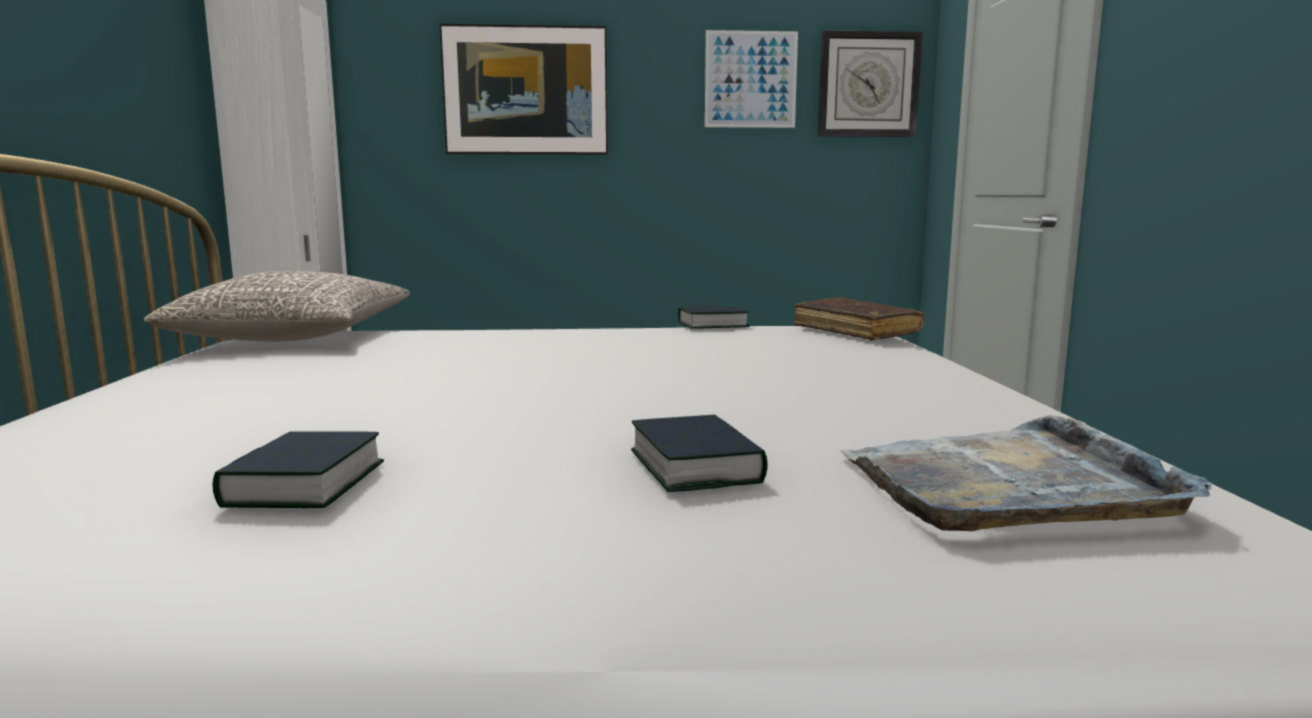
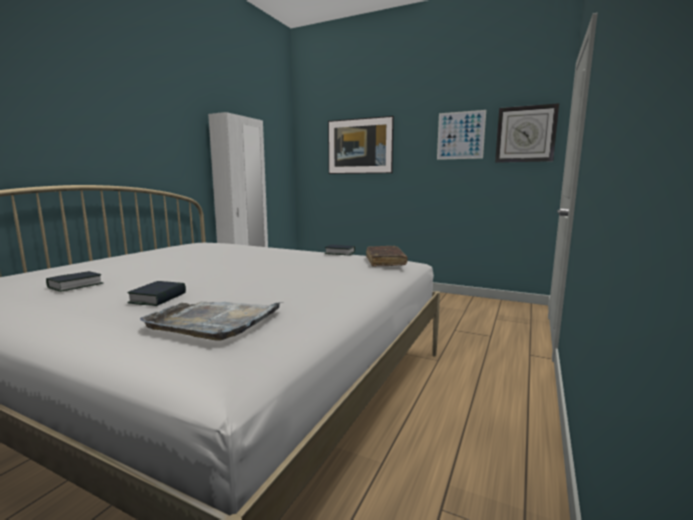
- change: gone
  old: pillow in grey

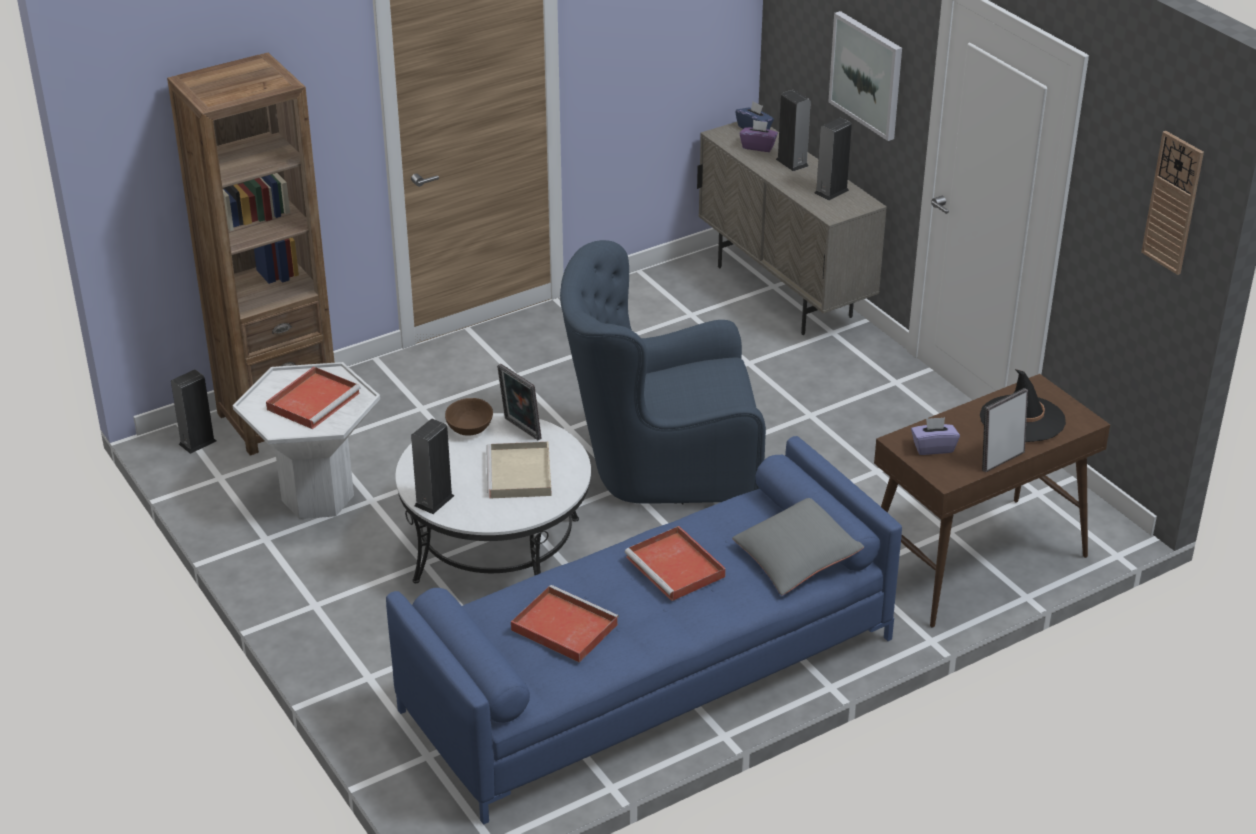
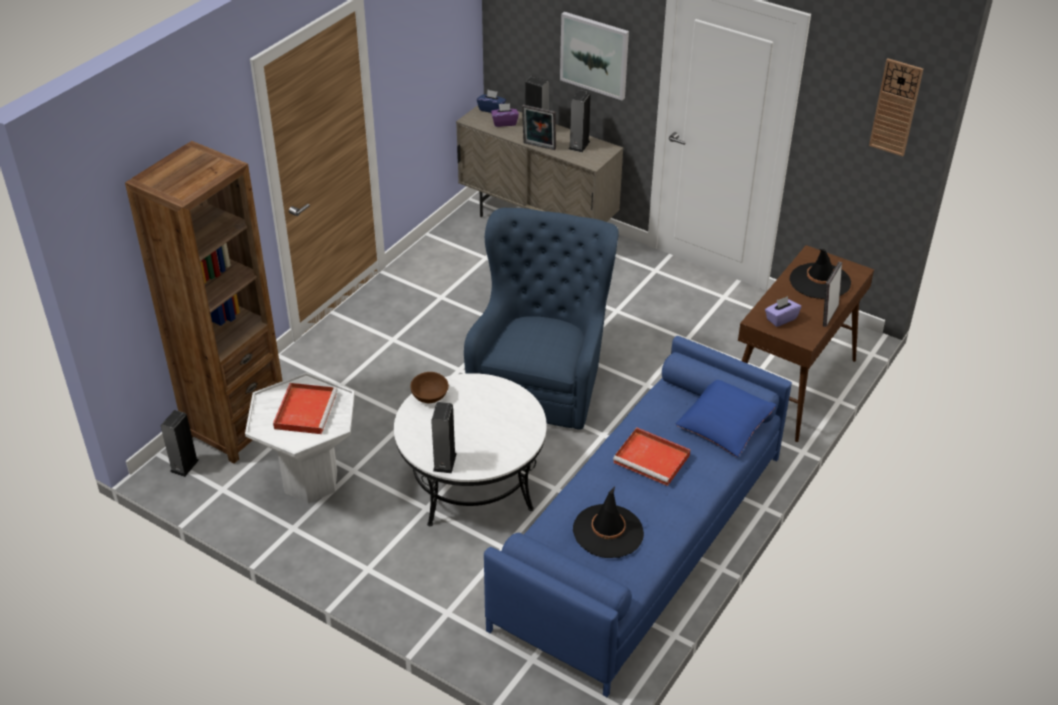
- change: rotated
  old: armchair in blue
  degrees: 135
- change: shifted
  old: picture frame (no. 1 from left)
- change: swapped
  old: tray in red (no. 2 from left)
  new: hat in black (no. 1 from left)
- change: repainted
  old: pillow in grey
  new: pillow in blue
- change: gone
  old: tray in beige

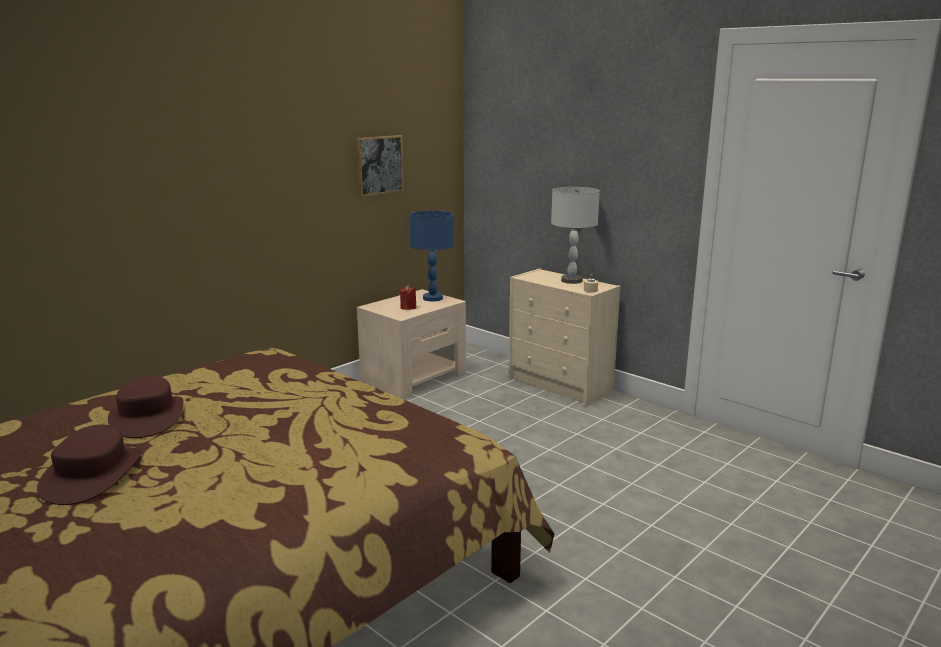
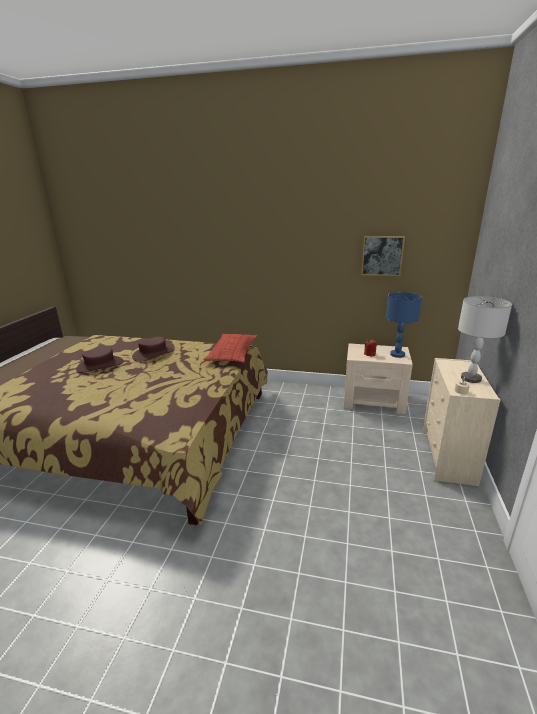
- change: new
  new: pillow

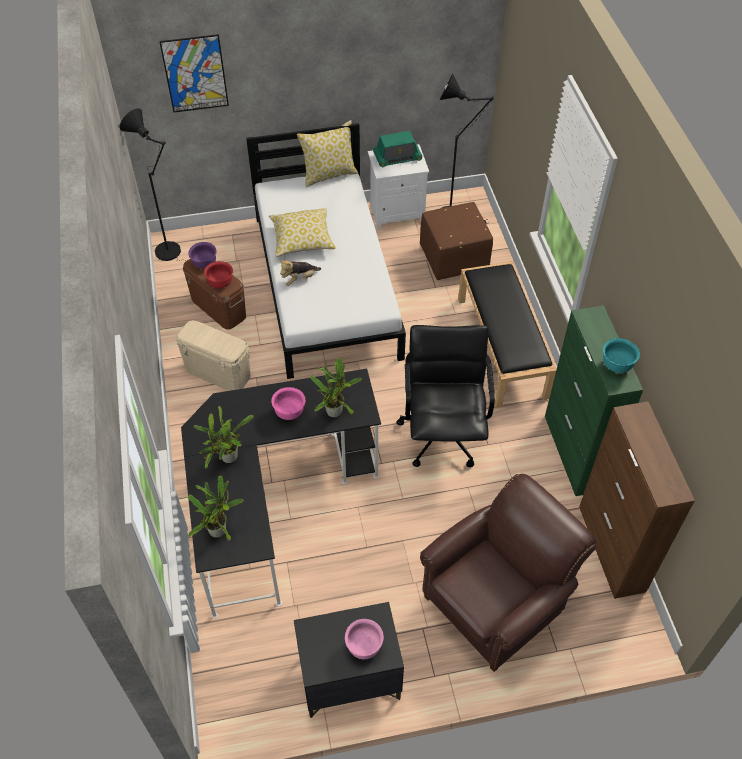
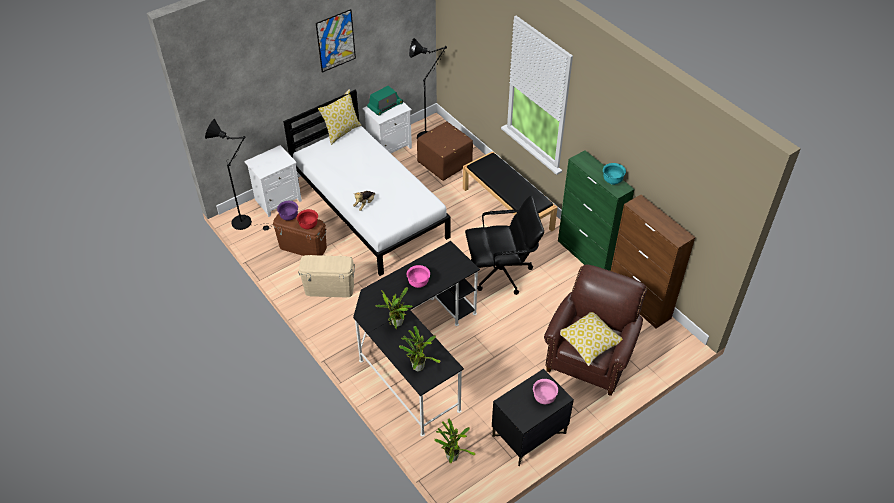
- change: new
  new: nightstand in white (no. 1 from left)
- change: shifted
  old: picture
- change: shifted
  old: potted plant (no. 3 from left)
- change: rotated
  old: office chair in black
  degrees: 105
- change: shifted
  old: pillow (no. 1 from left in the first image)
  new: pillow (no. 2 from left)

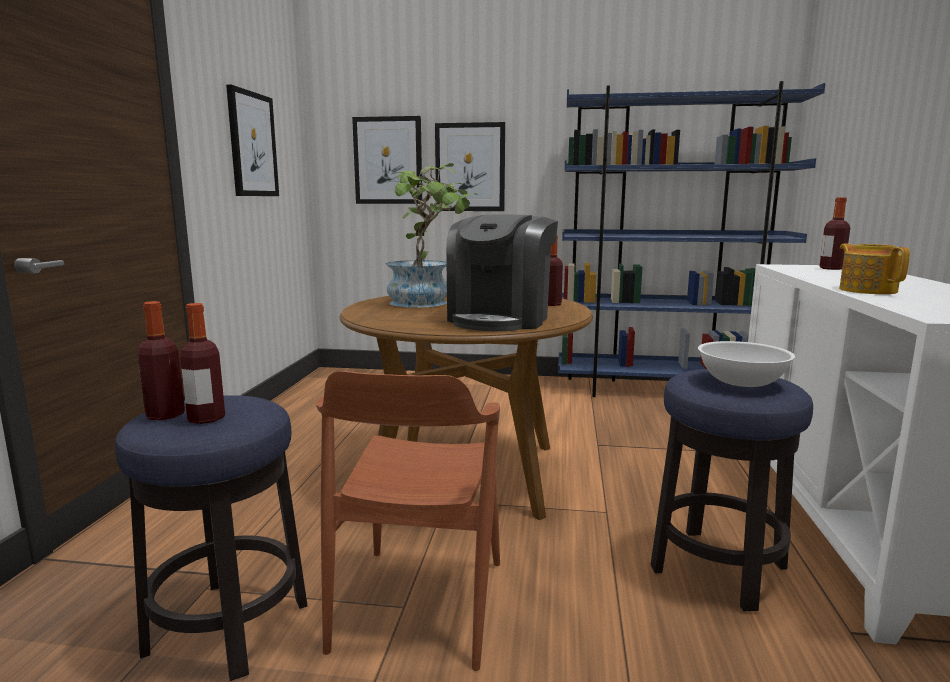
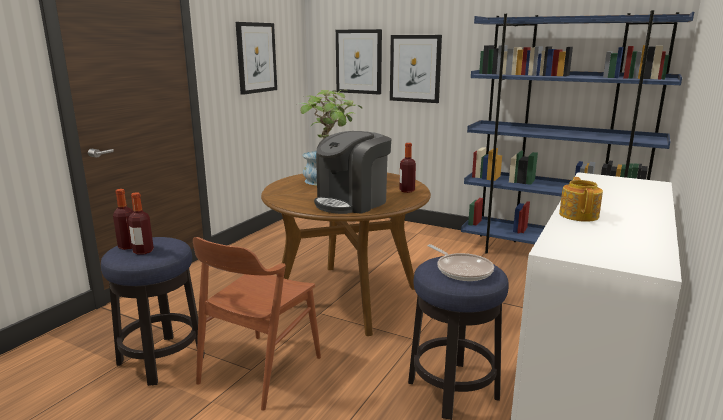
- change: swapped
  old: bowl in white
  new: frying pan
- change: gone
  old: bottle (no. 4 from left)

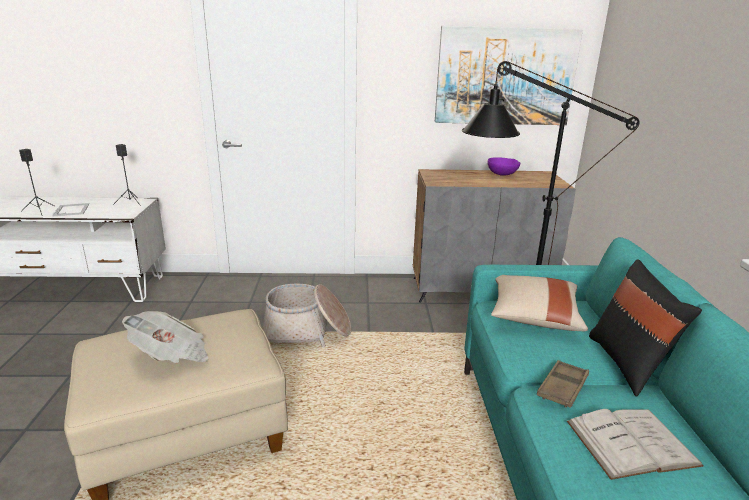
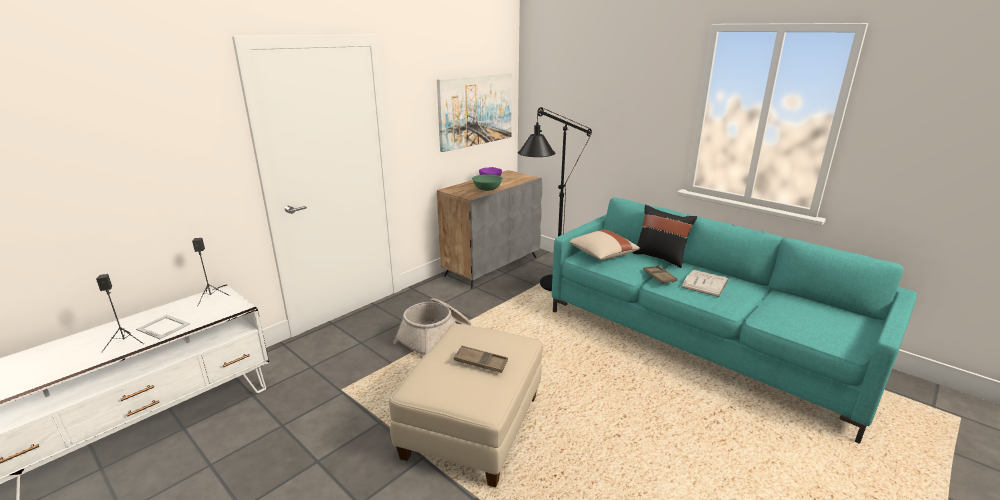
- change: swapped
  old: newspaper
  new: tray in brown (no. 1 from left)
- change: new
  new: bowl in green

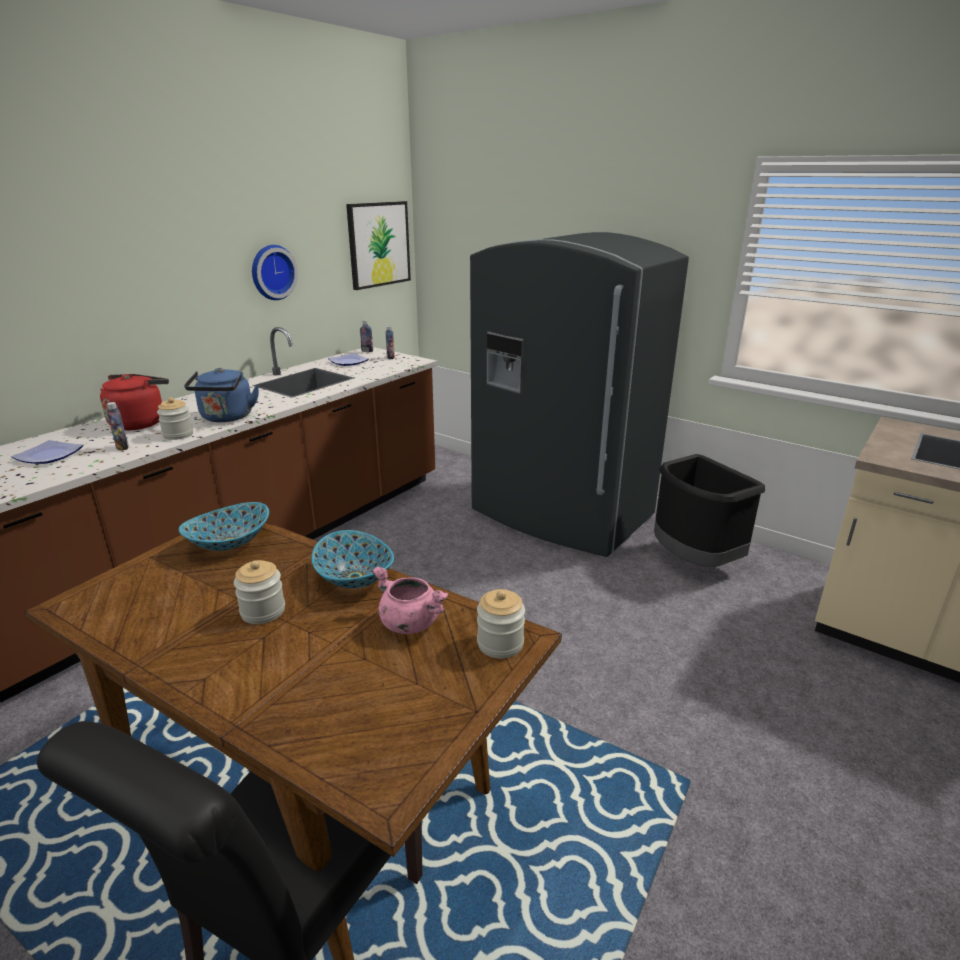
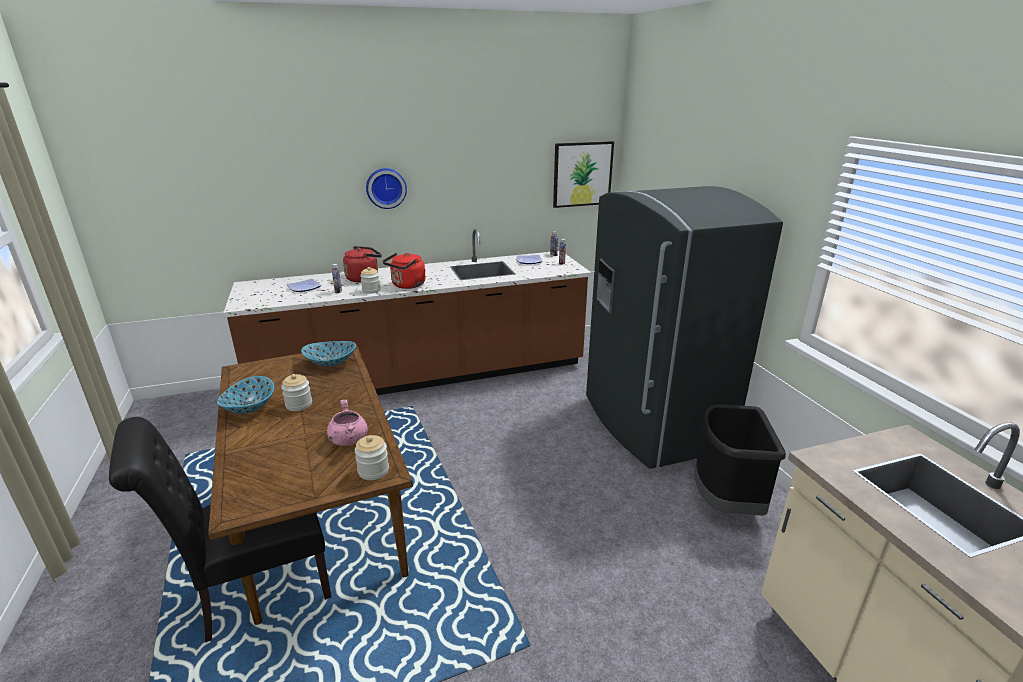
- change: shifted
  old: bowl (no. 2 from left in the first image)
  new: bowl (no. 1 from left)
- change: shifted
  old: wall clock
- change: repainted
  old: kettle in blue
  new: kettle in red (no. 2 from left)

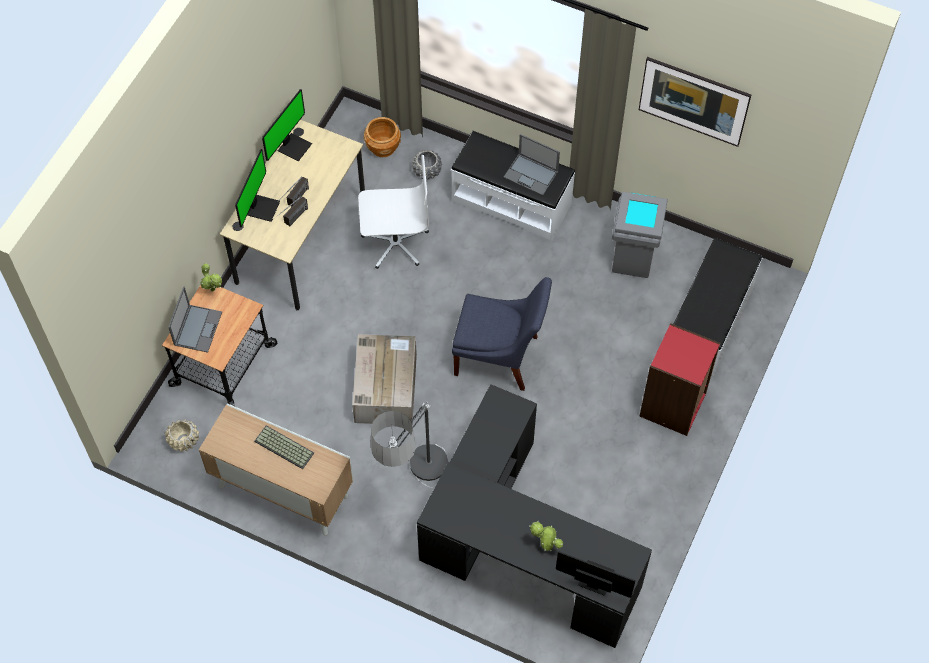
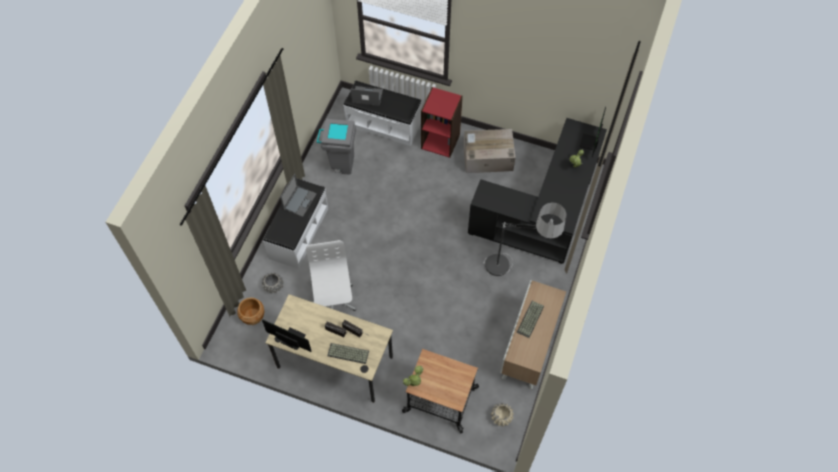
- change: swapped
  old: monitor (no. 1 from left)
  new: keyboard (no. 1 from left)
- change: shifted
  old: laptop (no. 1 from left in the first image)
  new: laptop (no. 2 from left)
- change: shifted
  old: cardboard box
- change: gone
  old: chair in blue
- change: gone
  old: picture

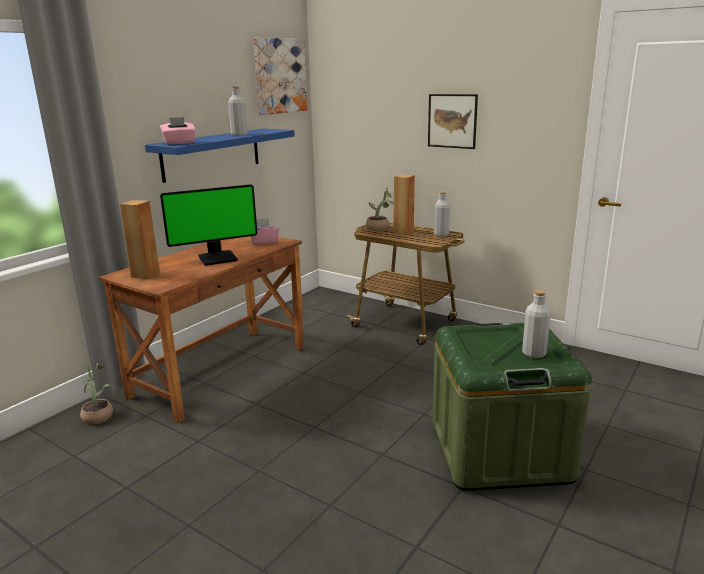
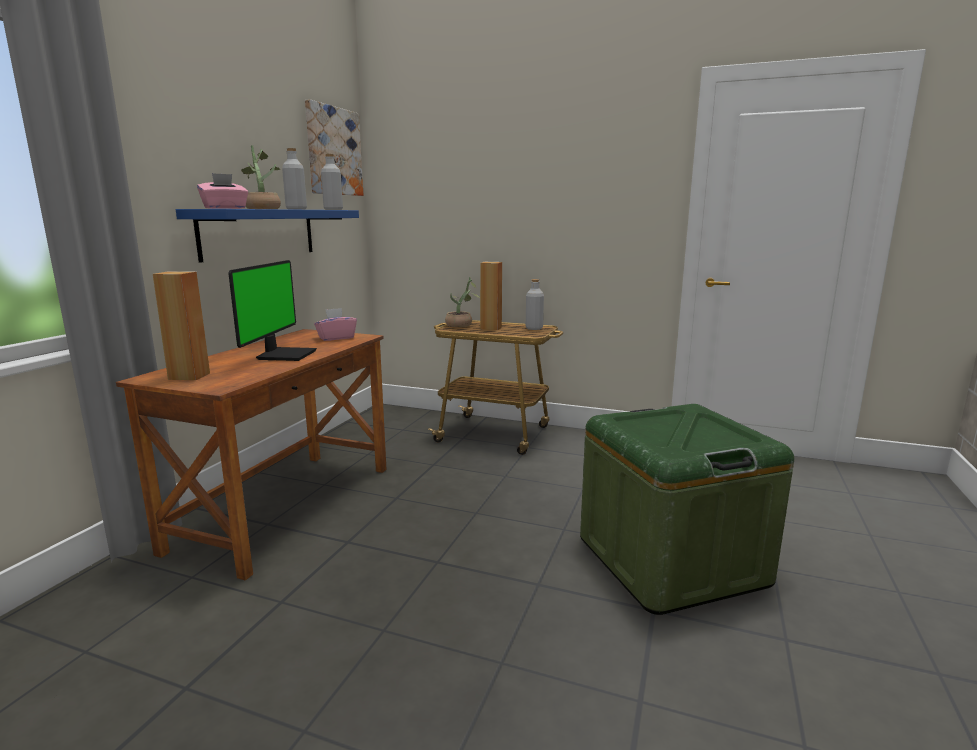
- change: rotated
  old: monitor
  degrees: -45
- change: shifted
  old: potted plant (no. 1 from left)
- change: shifted
  old: bottle in grey (no. 3 from left in the first image)
  new: bottle in grey (no. 2 from left)
- change: gone
  old: picture (no. 2 from left)

